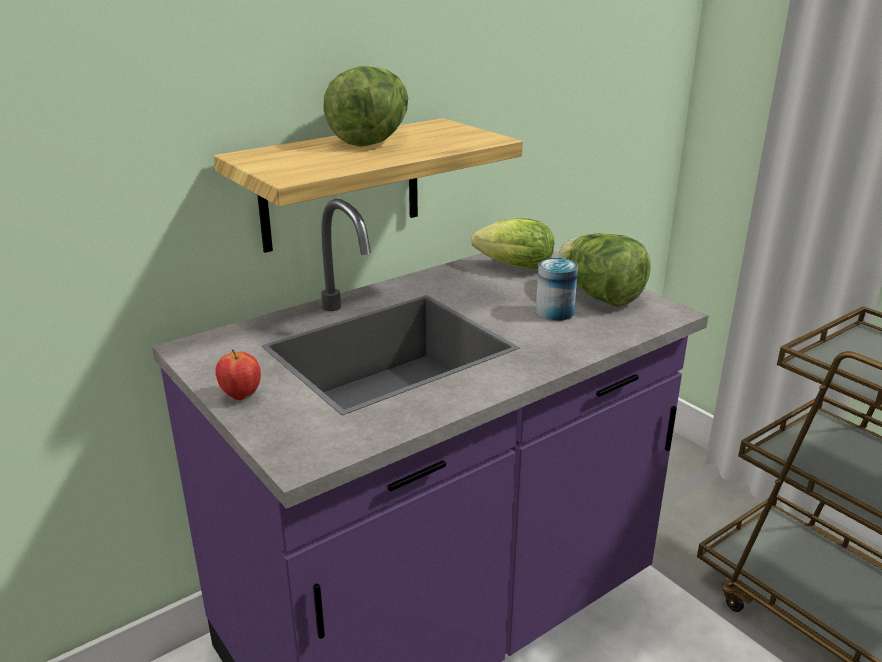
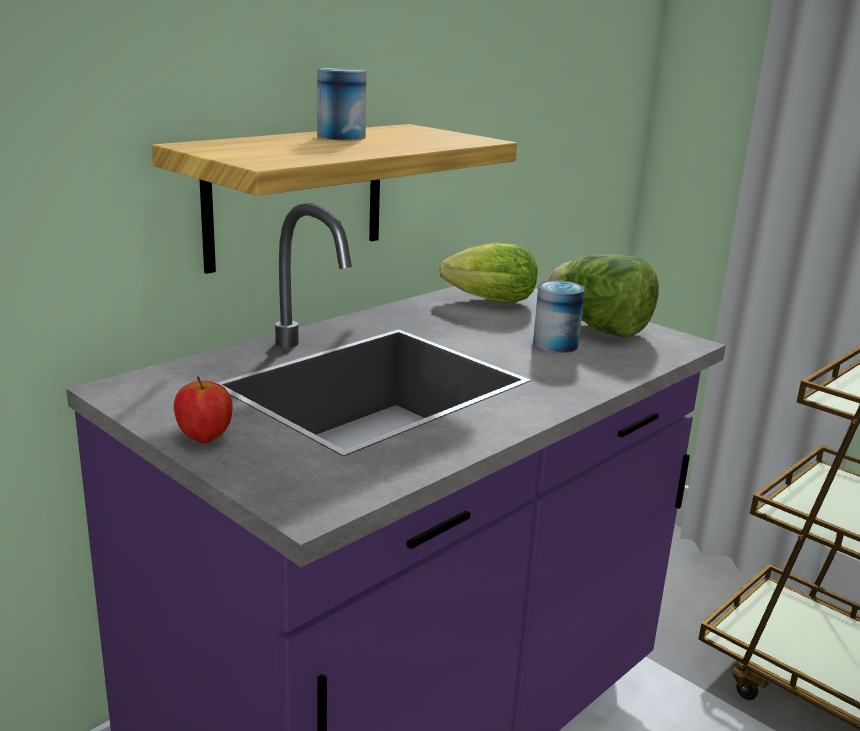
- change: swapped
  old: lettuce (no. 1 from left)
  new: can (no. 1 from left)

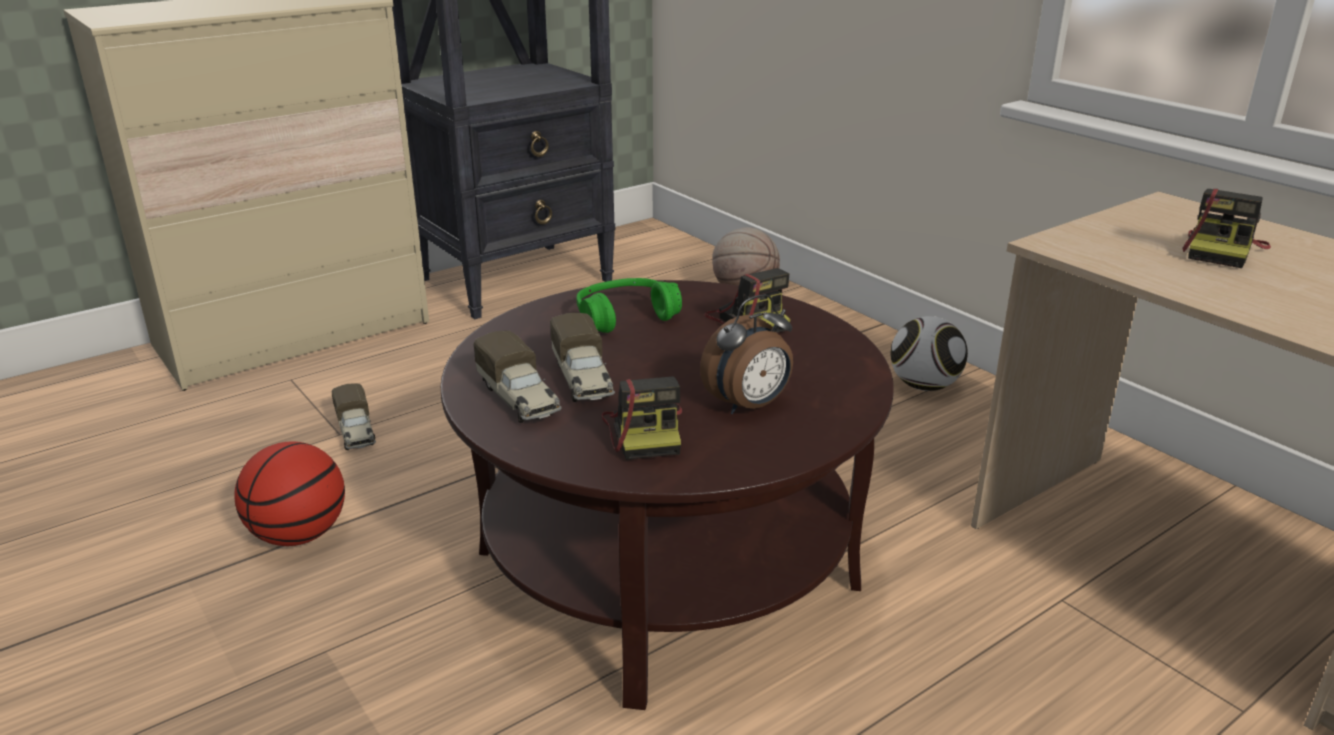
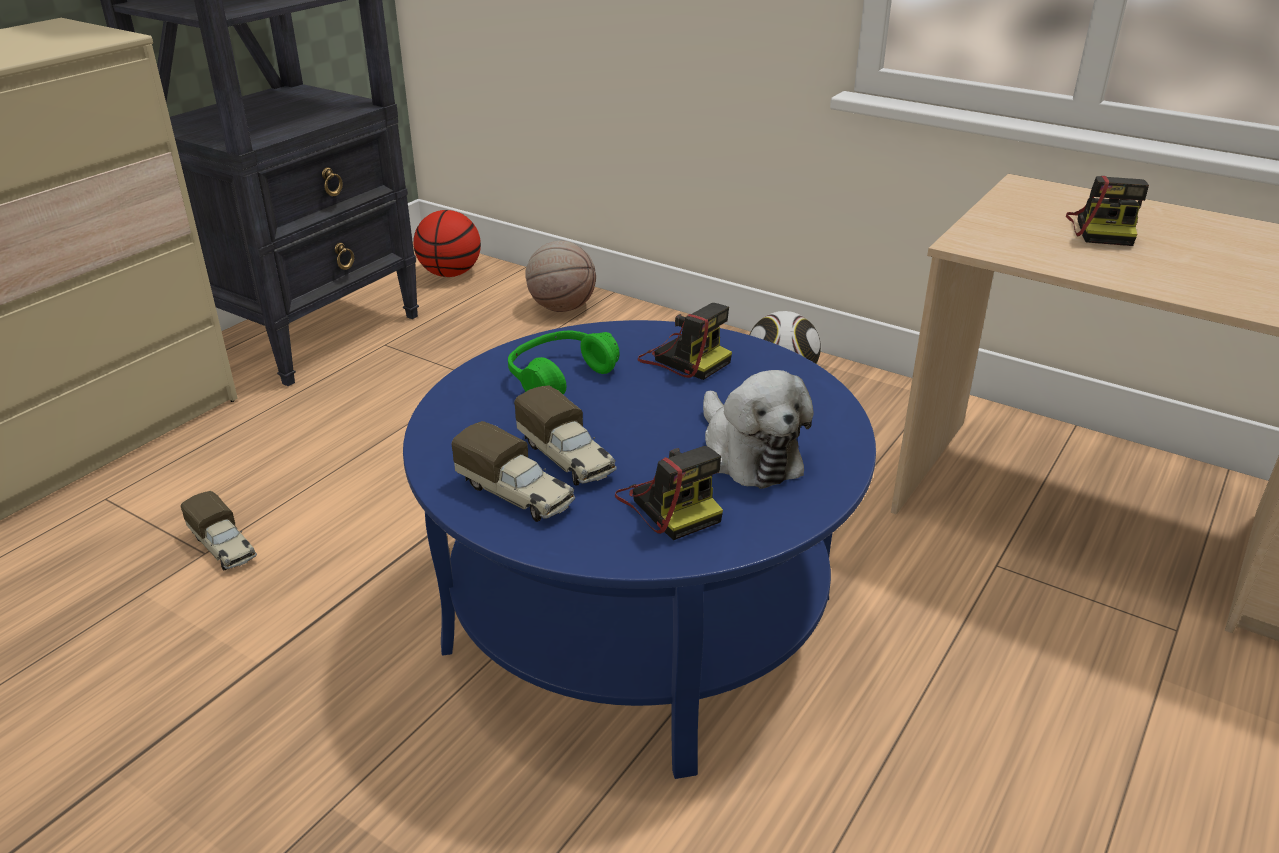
- change: repainted
  old: coffee table in brown
  new: coffee table in blue
- change: shifted
  old: basketball (no. 1 from left)
- change: swapped
  old: alarm clock
  new: plush toy

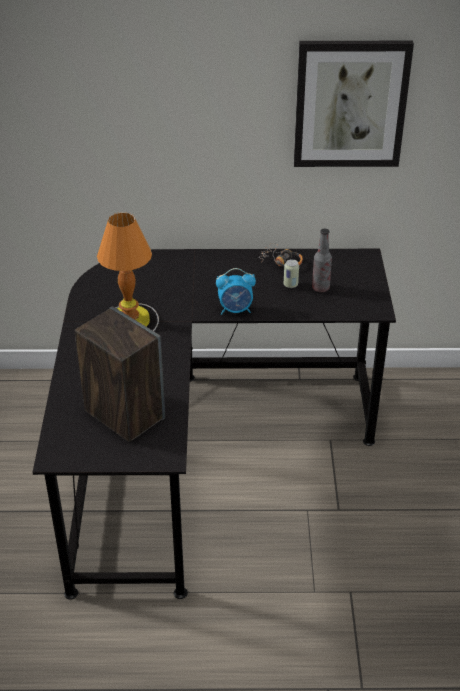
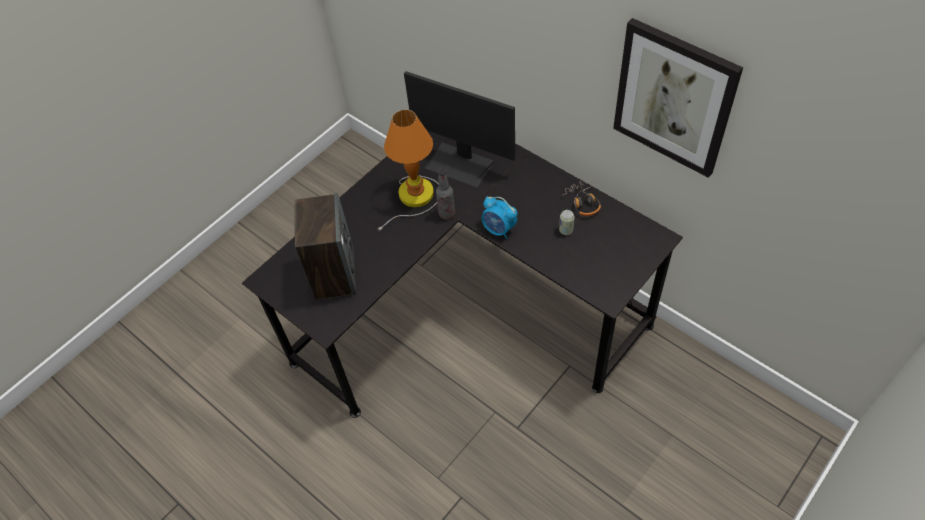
- change: new
  new: monitor
- change: shifted
  old: bottle

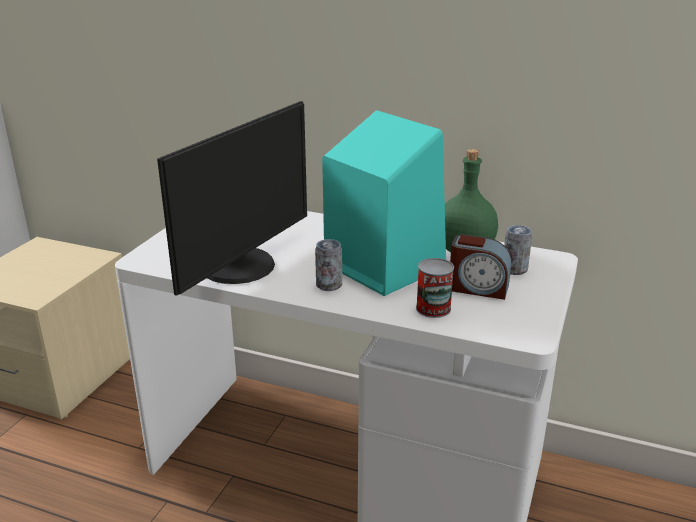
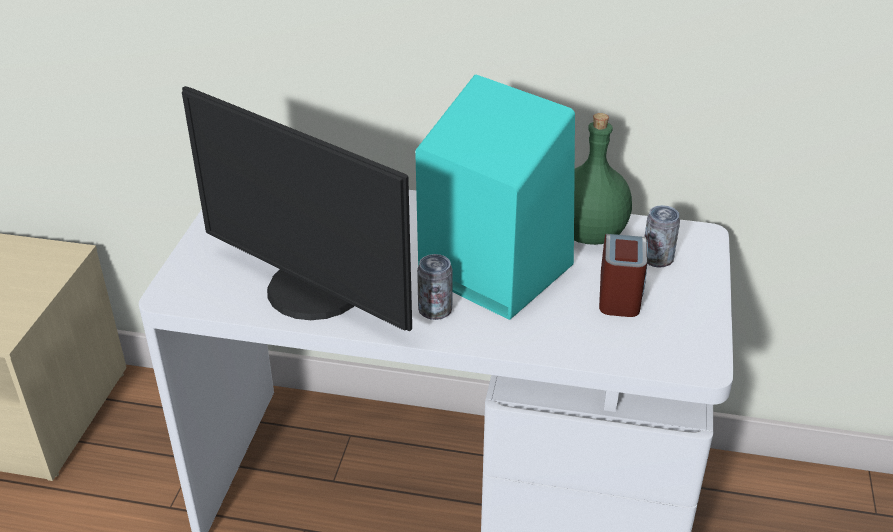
- change: rotated
  old: monitor
  degrees: 105
- change: rotated
  old: alarm clock
  degrees: -90
- change: gone
  old: can (no. 2 from left)

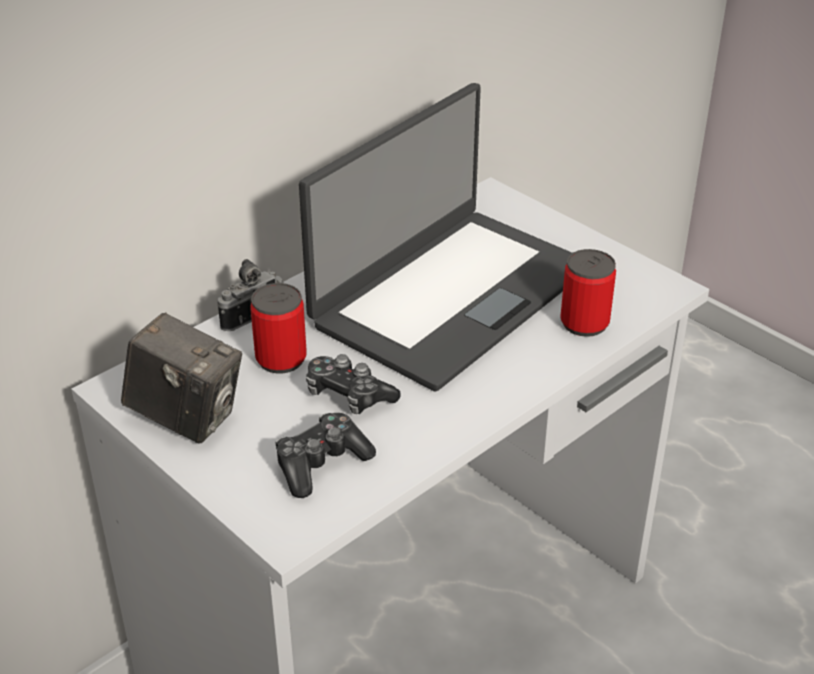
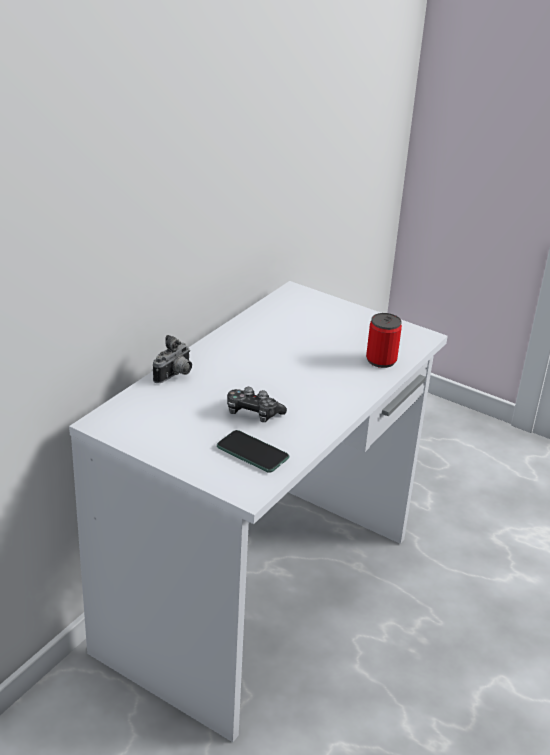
- change: swapped
  old: game controller (no. 1 from left)
  new: phone
- change: gone
  old: photo camera (no. 1 from left)
- change: gone
  old: can (no. 1 from left)
- change: gone
  old: laptop

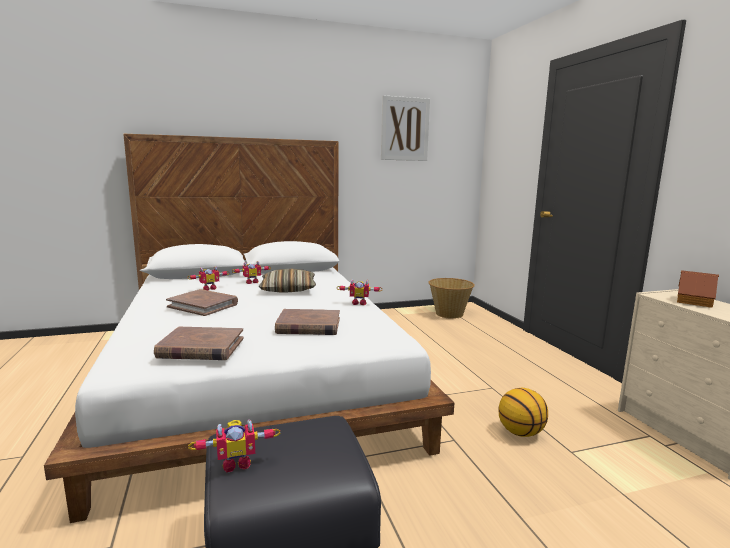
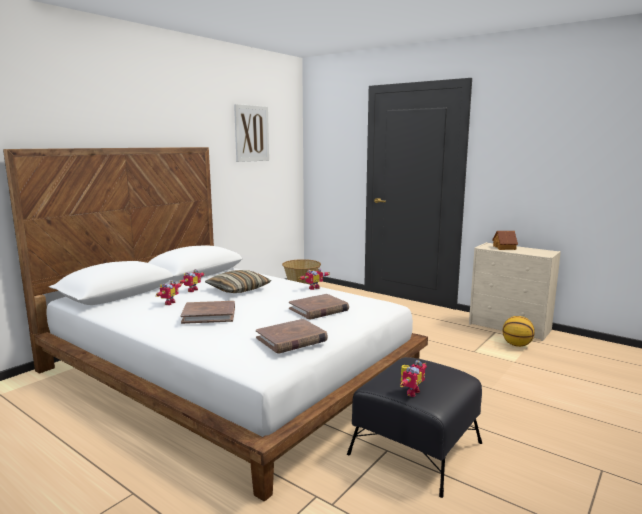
- change: shifted
  old: basketball

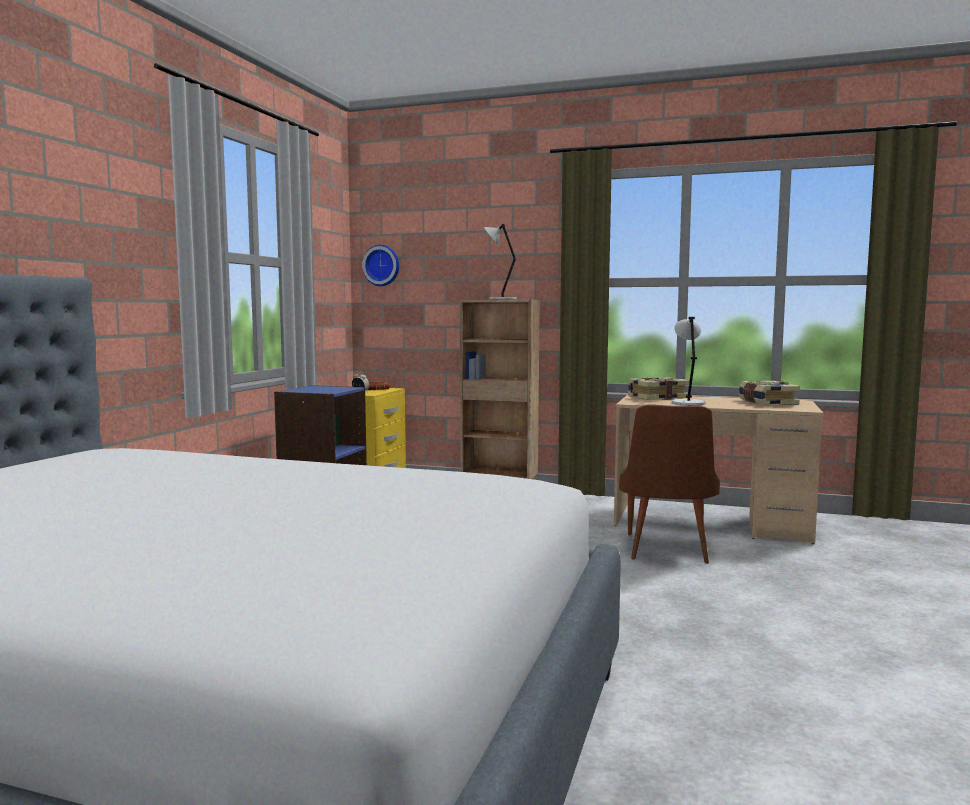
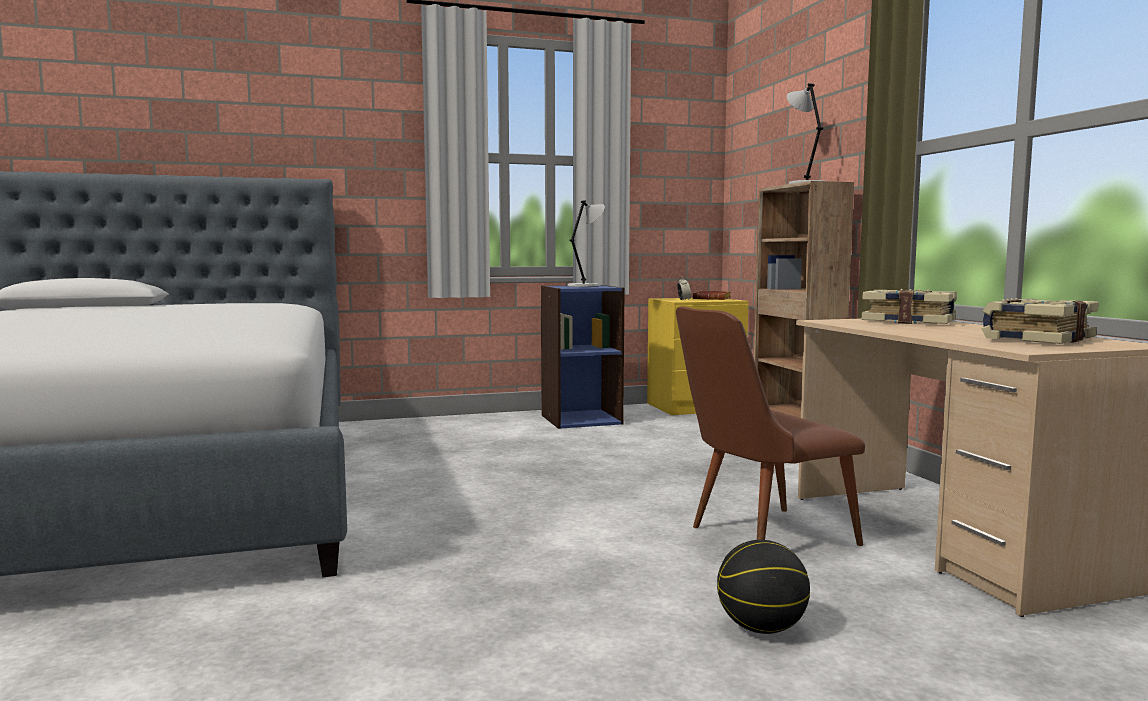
- change: shifted
  old: table lamp in grey (no. 2 from left in the first image)
  new: table lamp in grey (no. 1 from left)
- change: new
  new: basketball
- change: gone
  old: wall clock

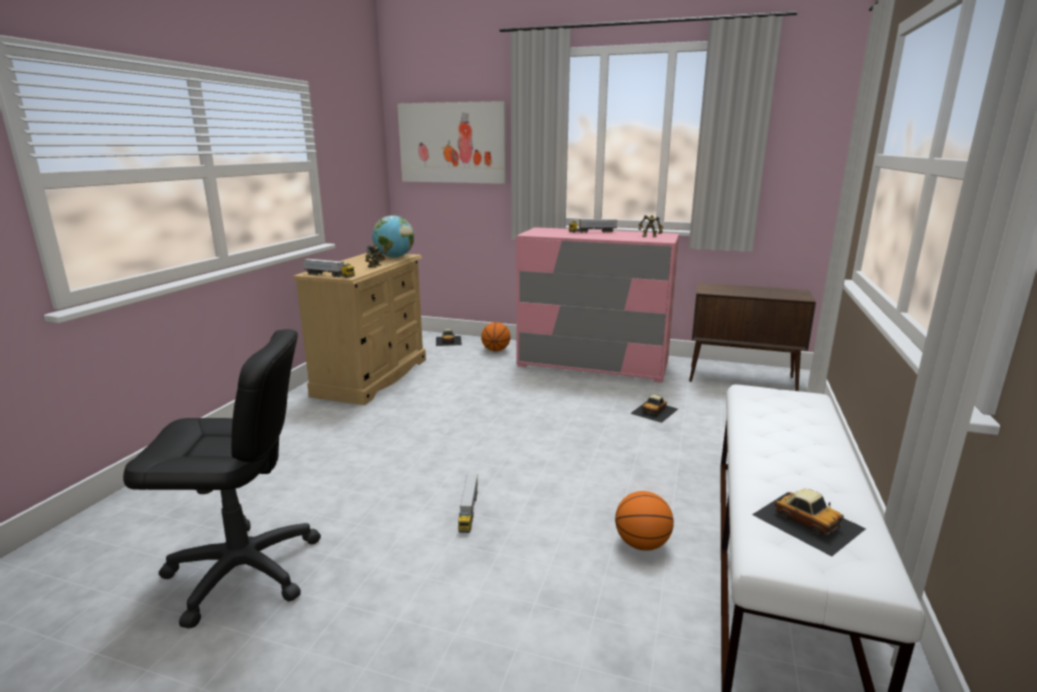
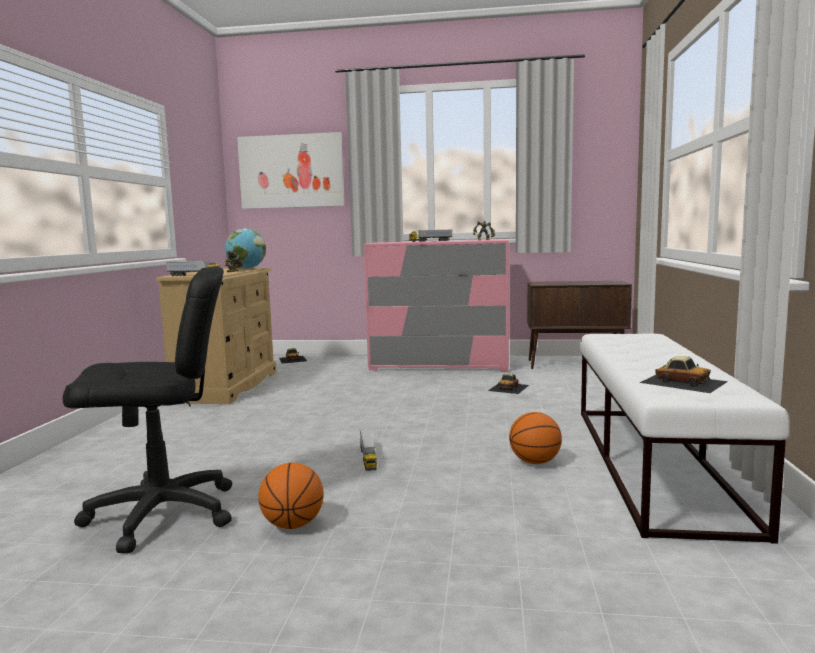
- change: shifted
  old: basketball (no. 1 from left)

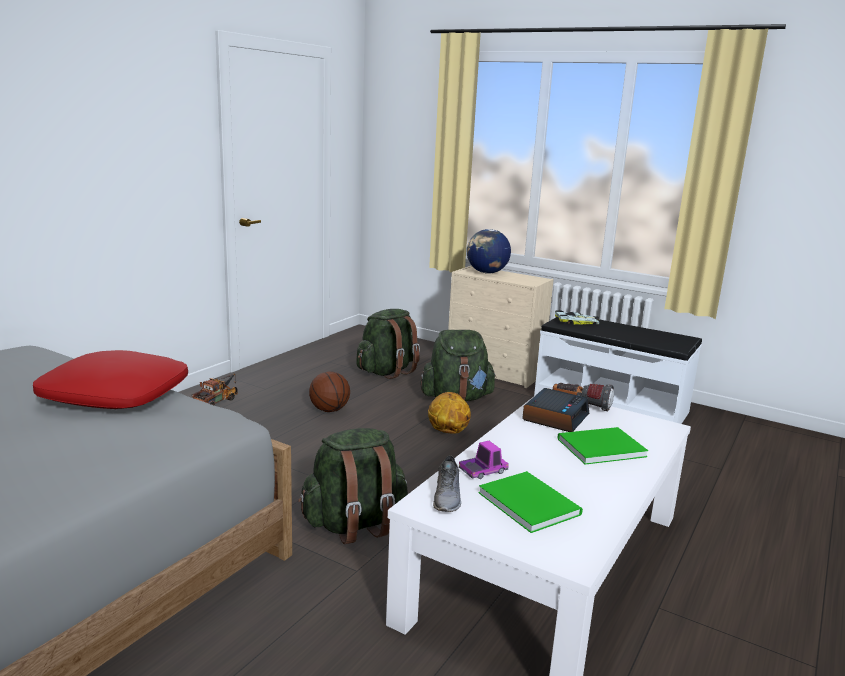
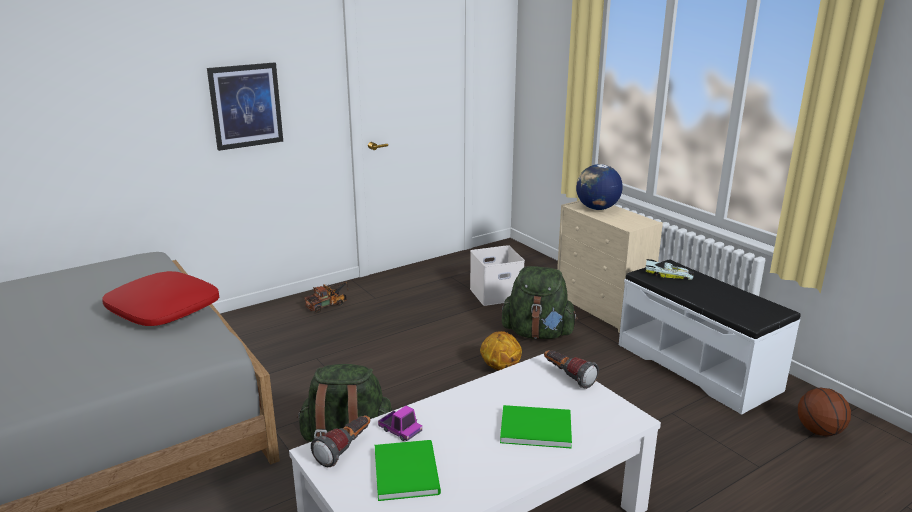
- change: new
  new: picture
- change: swapped
  old: shoe in grey
  new: flashlight (no. 1 from left)
- change: rotated
  old: toy truck (no. 2 from left)
  degrees: 45
- change: swapped
  old: backpack in green (no. 2 from left)
  new: storage box in white
- change: shifted
  old: basketball (no. 1 from left in the first image)
  new: basketball (no. 2 from left)
- change: gone
  old: alarm clock

